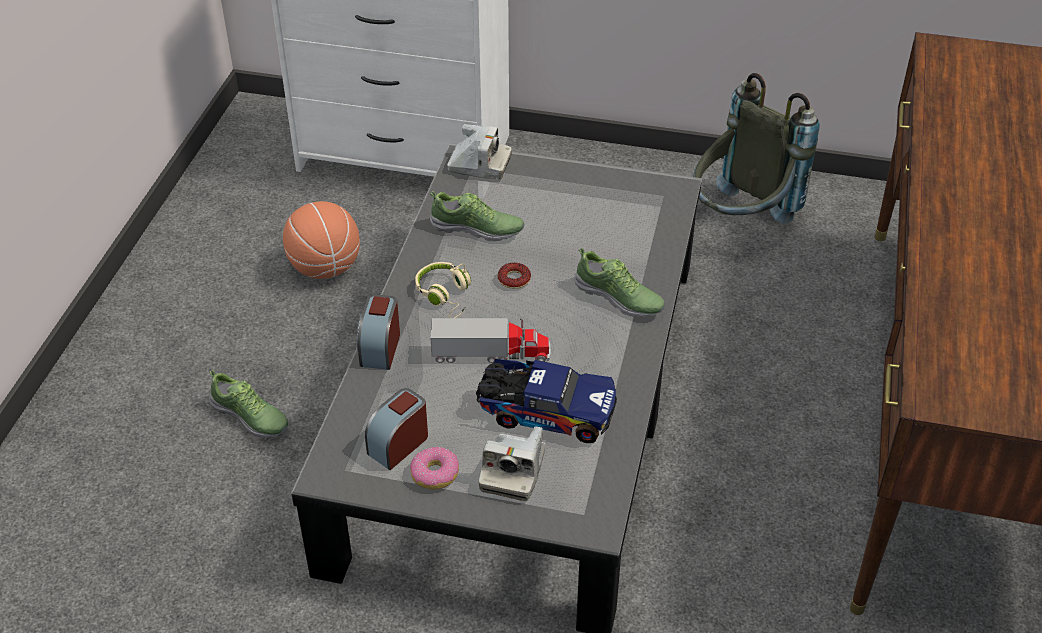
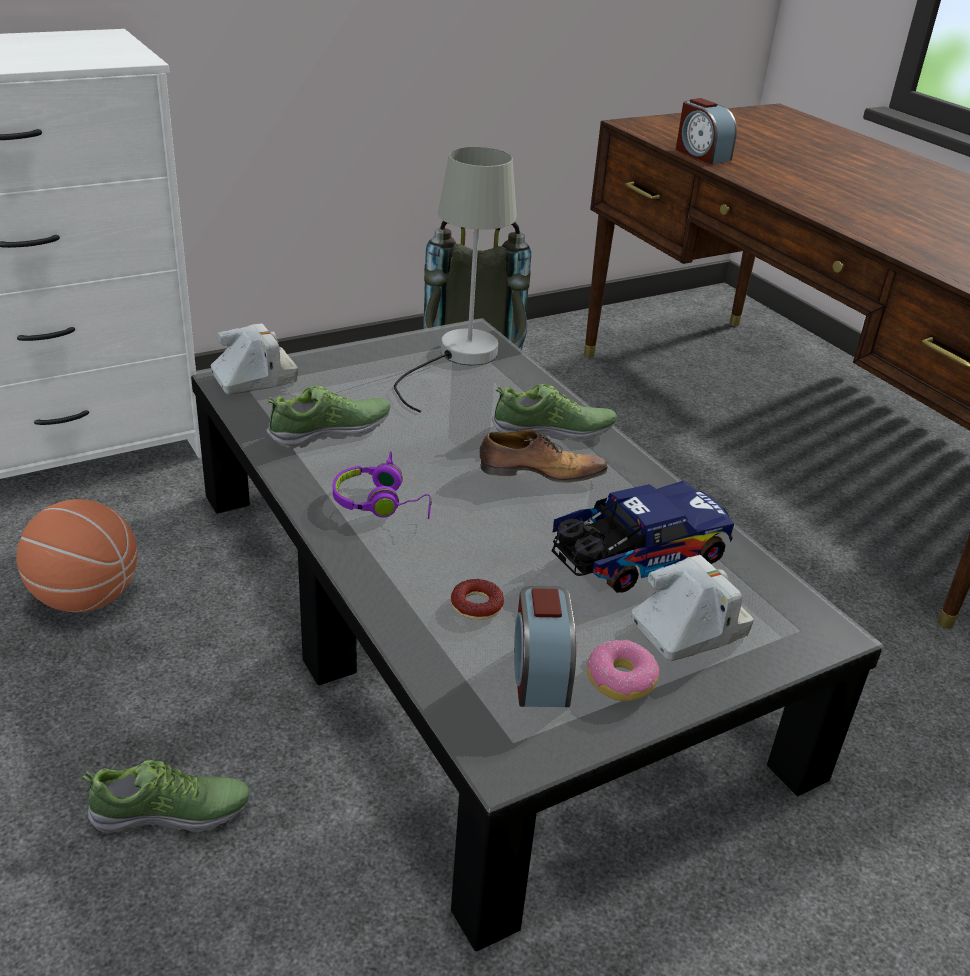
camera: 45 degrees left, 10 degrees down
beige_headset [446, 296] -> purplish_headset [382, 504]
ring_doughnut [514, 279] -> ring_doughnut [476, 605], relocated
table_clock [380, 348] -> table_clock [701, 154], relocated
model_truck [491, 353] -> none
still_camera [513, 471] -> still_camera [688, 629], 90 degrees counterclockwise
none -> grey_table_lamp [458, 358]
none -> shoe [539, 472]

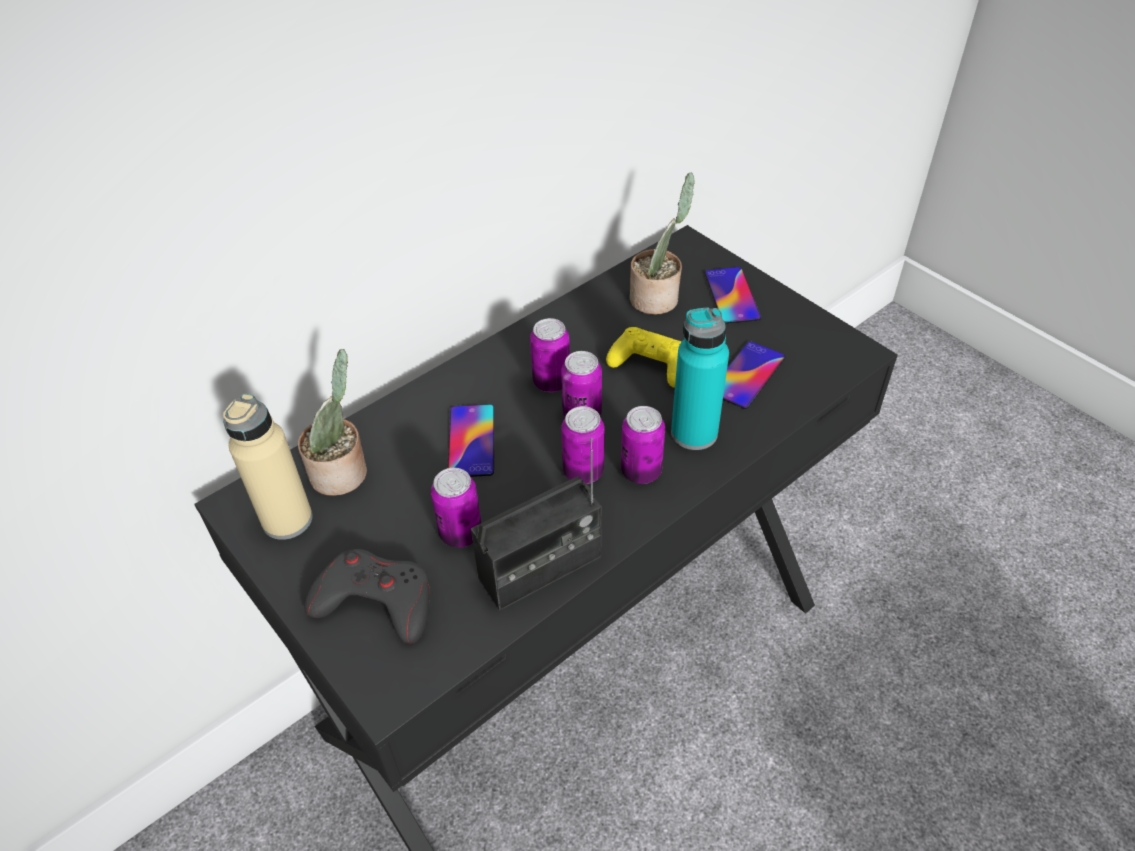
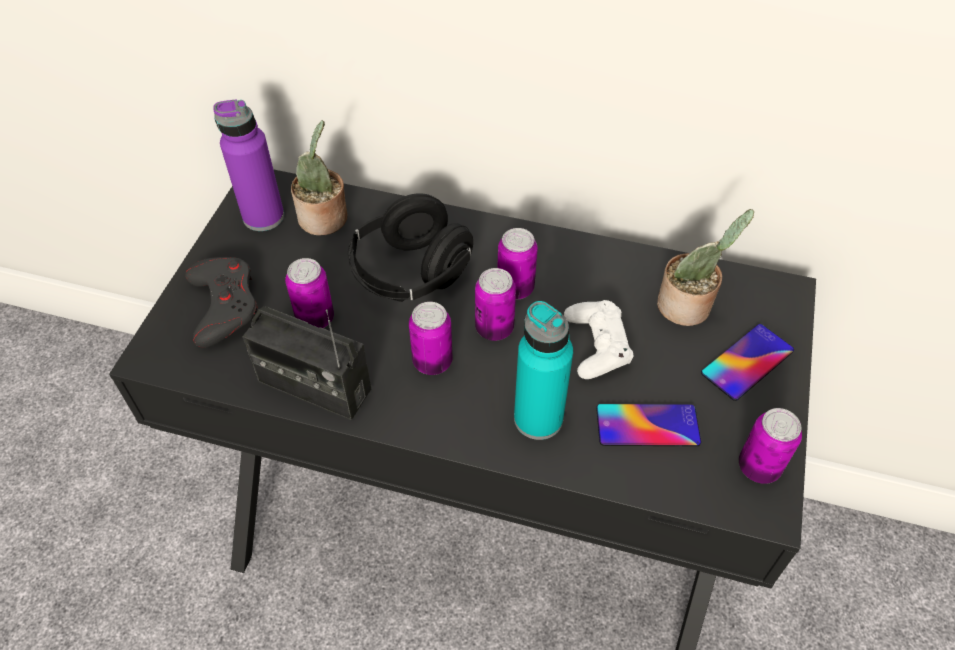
camera: 55 degrees right, 5 degrees up
yellow-coloured_game_controller [651, 364] -> whitish_game_controller [597, 345]
beige_drink_bottle [287, 519] -> purplish_drink_bottle [263, 216]
telephone [471, 441] -> black_headset [411, 273]
sealed_can [641, 471] -> sealed_can [758, 467], relocated

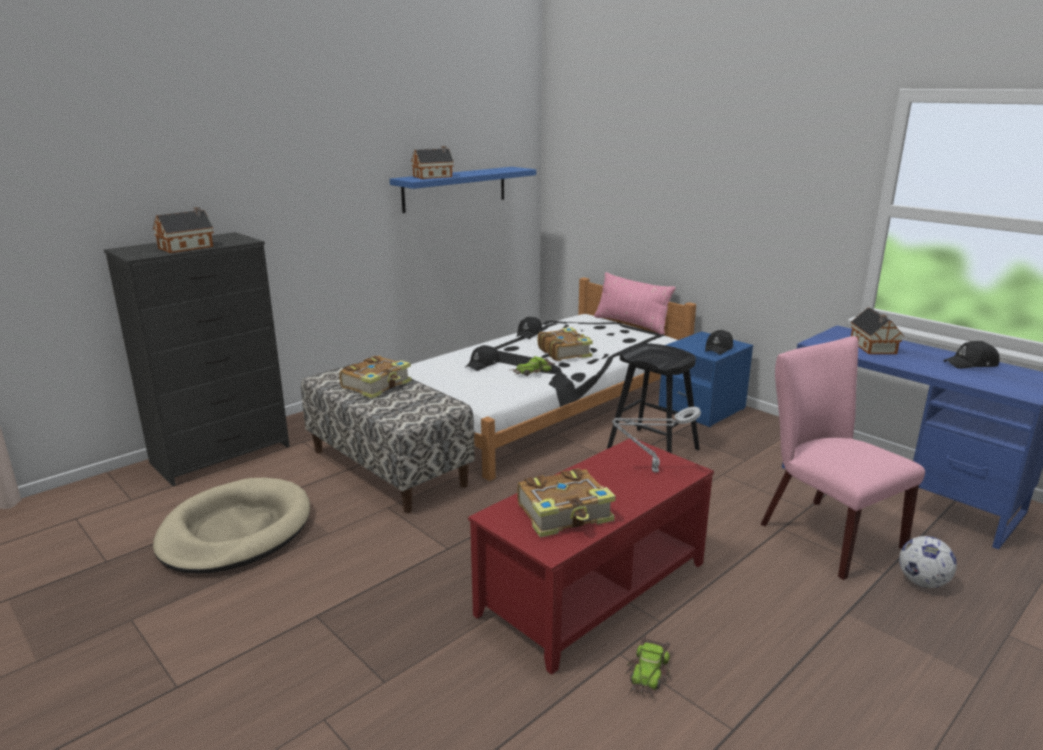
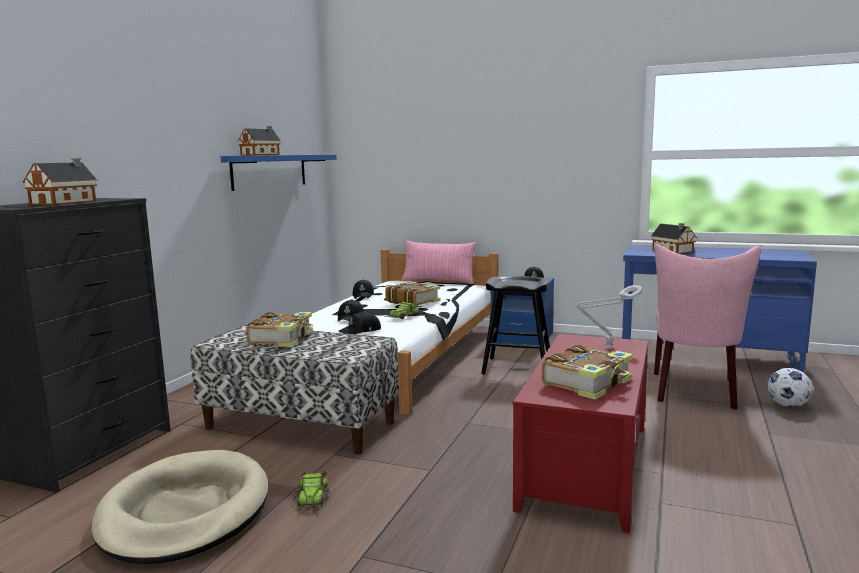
camera: 25 degrees left, 10 degrees down
pinkish_chair [822, 532] -> pinkish_chair [695, 392], 105 degrees counterclockwise
black_cap [971, 364] -> black_cap [361, 331], relocated
toy_car [649, 673] -> toy_car [312, 497], relocated

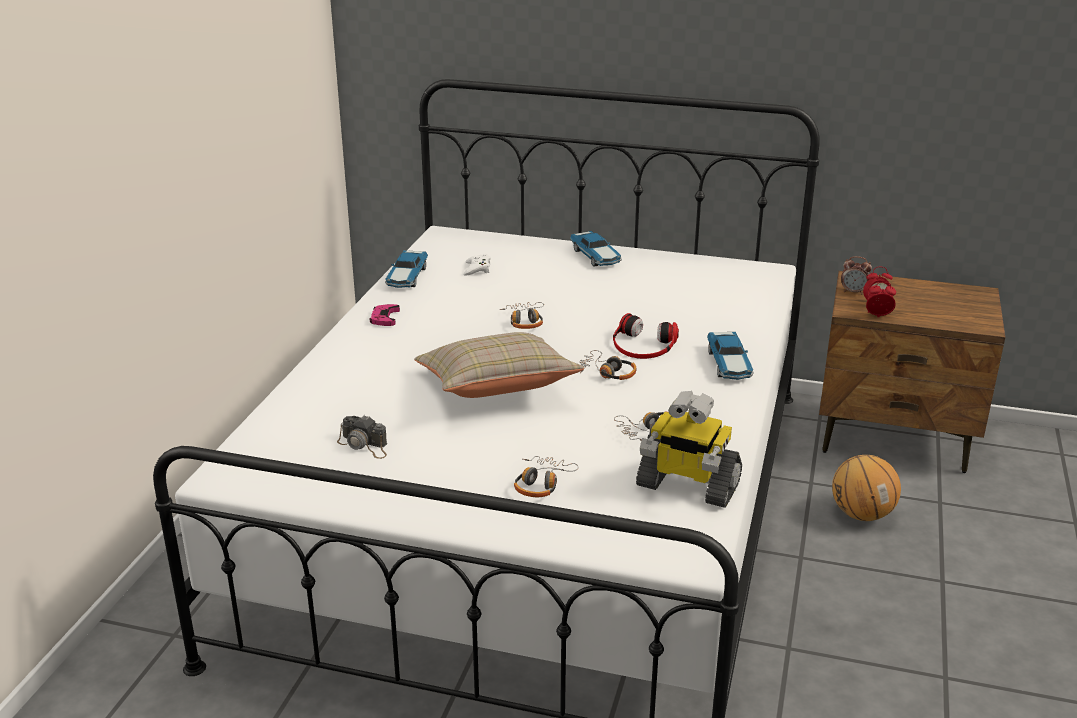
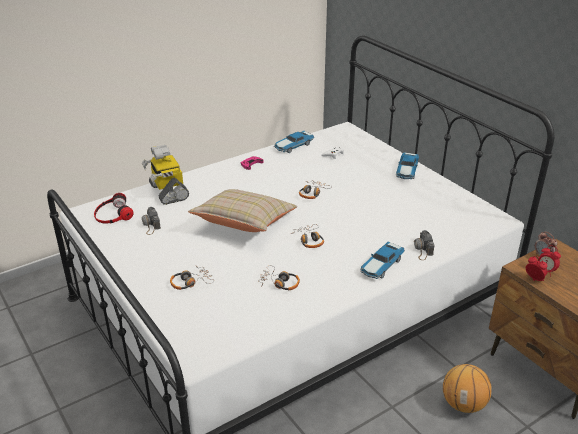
camera: 40 degrees right, 5 degrees up
headset [643, 345] -> headset [112, 214], relocated
robot_figure [687, 485] -> robot_figure [167, 192], relocated
none -> still_camera [422, 249]

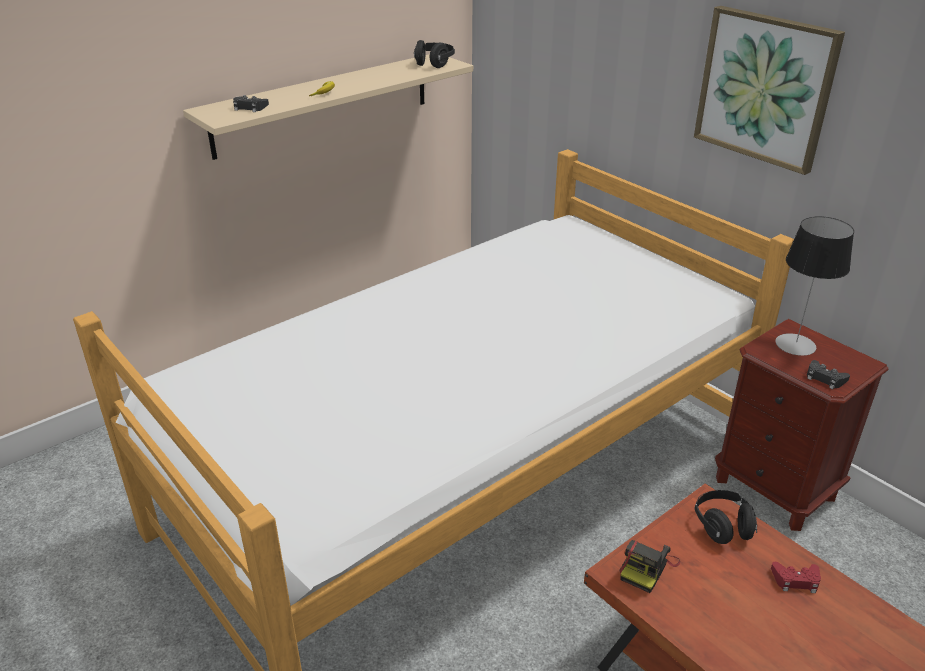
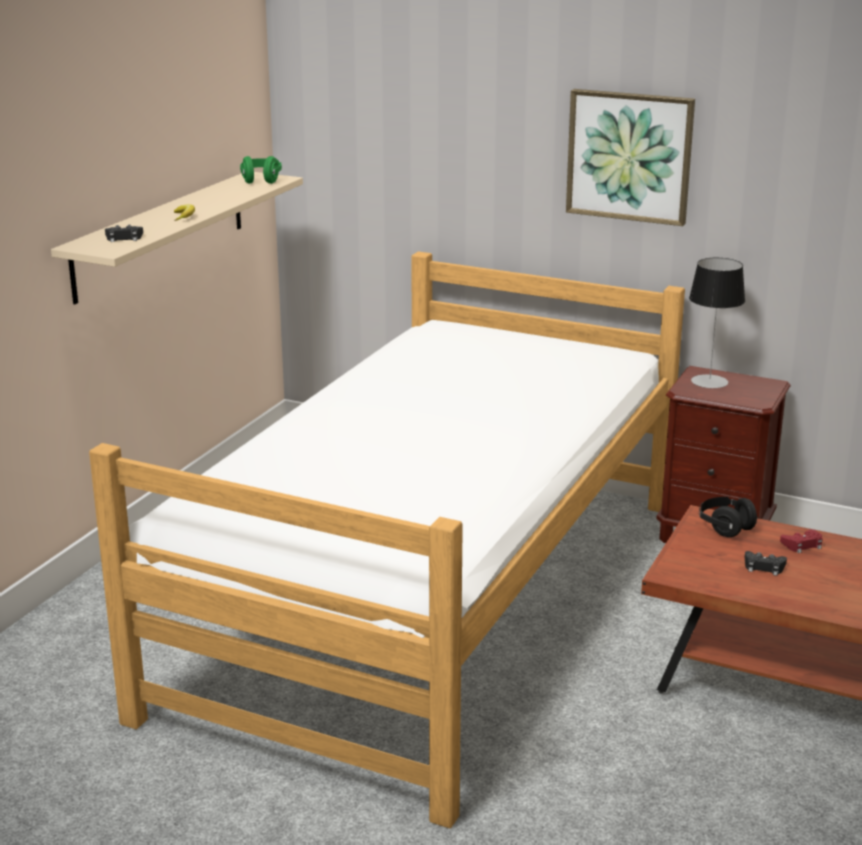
camera: 25 degrees left, 10 degrees down
black_headset [434, 64] -> green_headset [261, 180]
black_game_controller [825, 378] -> black_game_controller [764, 567], relocated
still_camera [647, 567] -> none

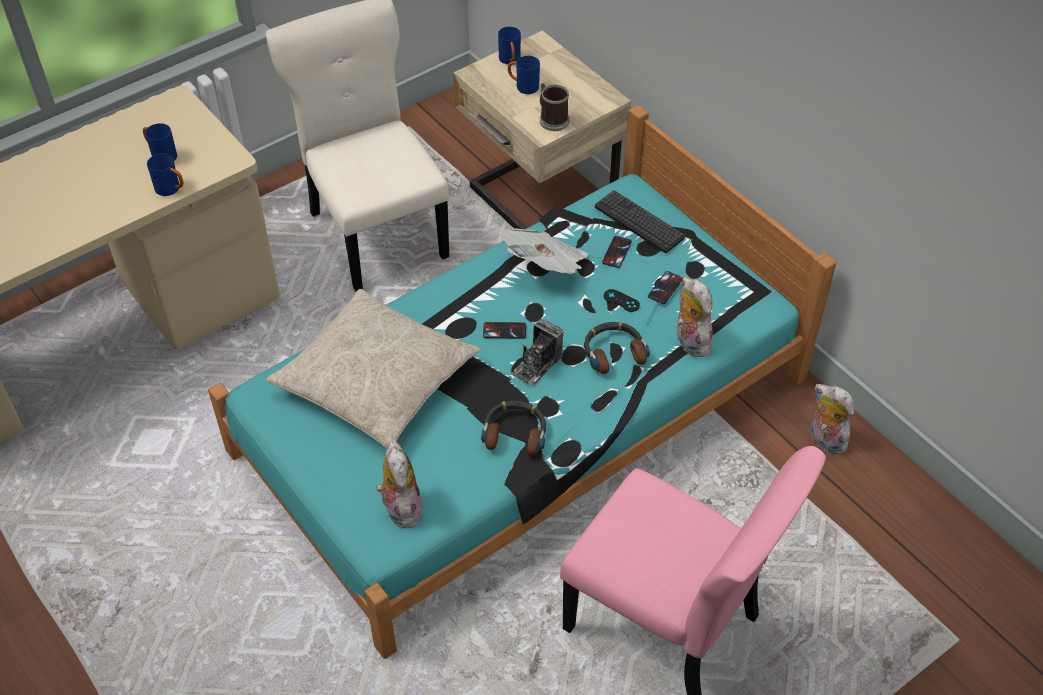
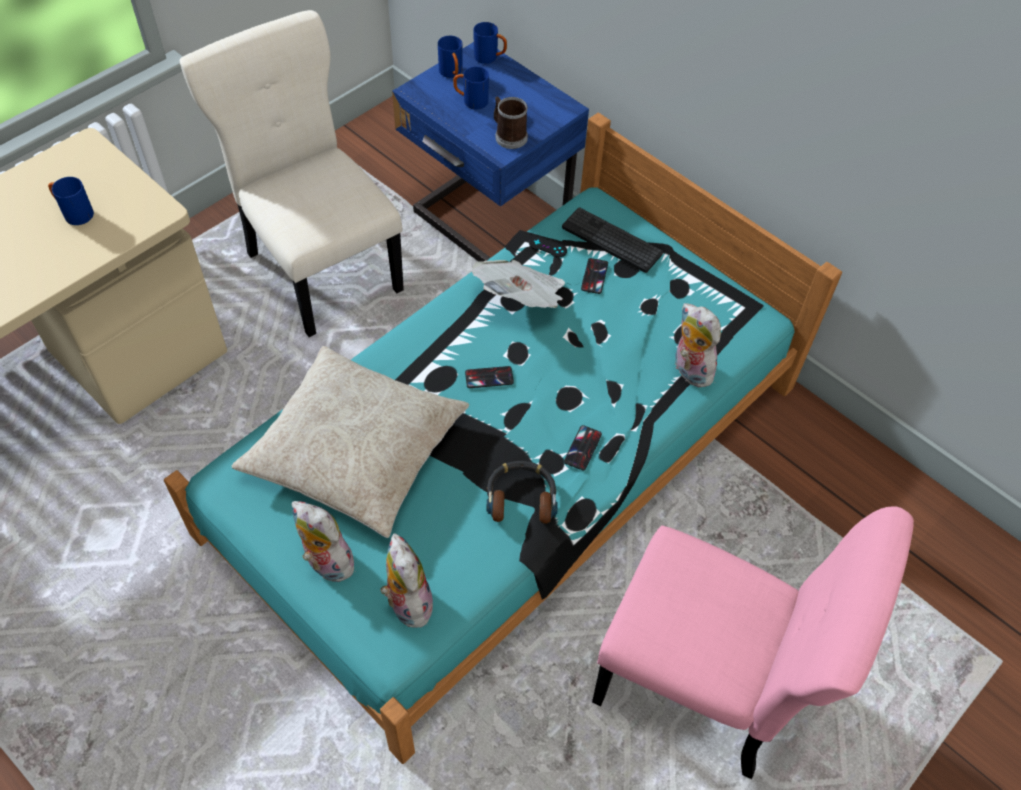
camera: 10 degrees left, 5 degrees up
beige_night_table [539, 204] -> blue_night_table [488, 224]
blue_tea_mug [171, 189] -> blue_tea_mug [490, 58], relocated
telephone [665, 288] -> telephone [583, 448], relocated
black_game_controller [621, 300] -> black_game_controller [548, 247], relocated
still_camera [537, 365] -> none
headset [613, 352] -> none
plush_toy [824, 440] -> plush_toy [326, 563], relocated

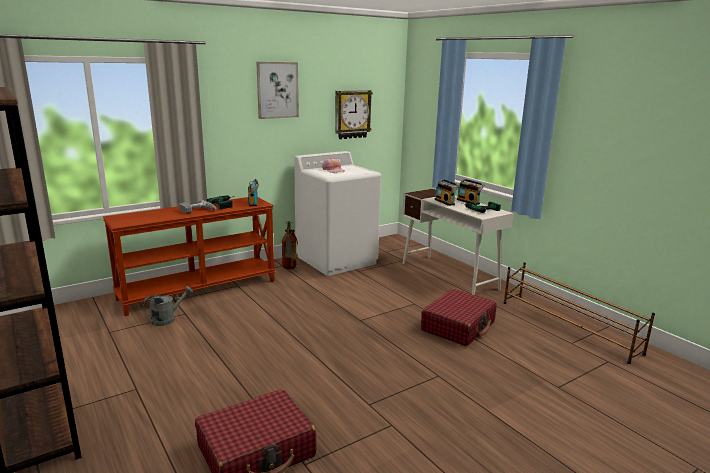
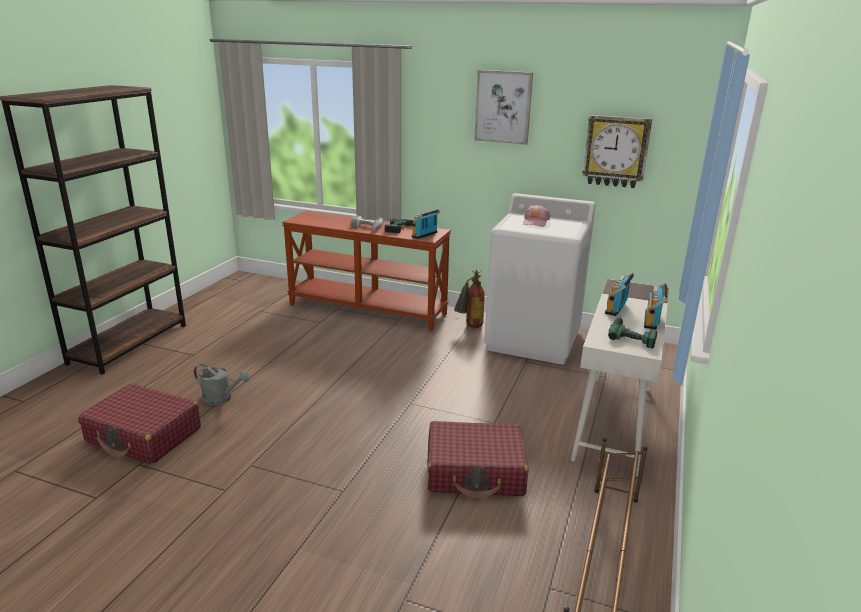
camera: 55 degrees right, 5 degrees up
grey_watering_pot [167, 319] -> grey_watering_pot [222, 399], relocated

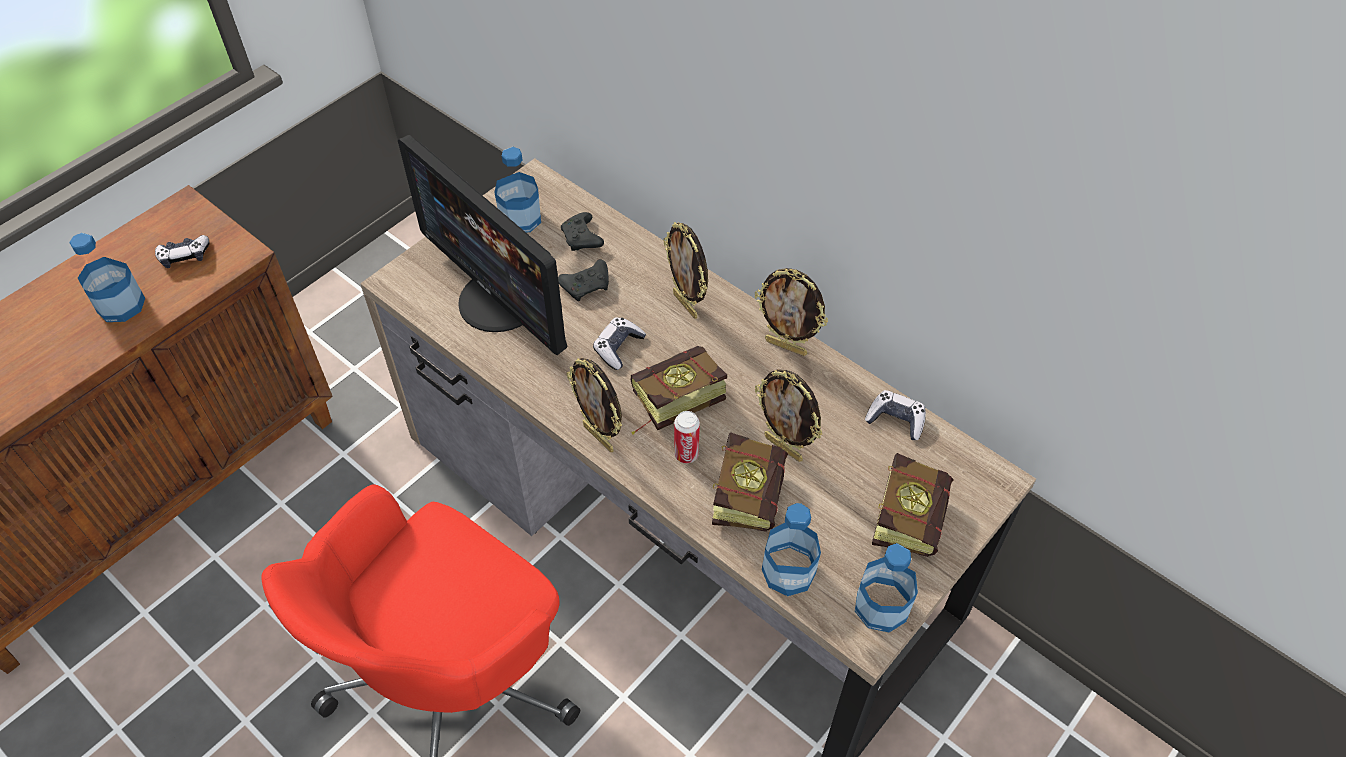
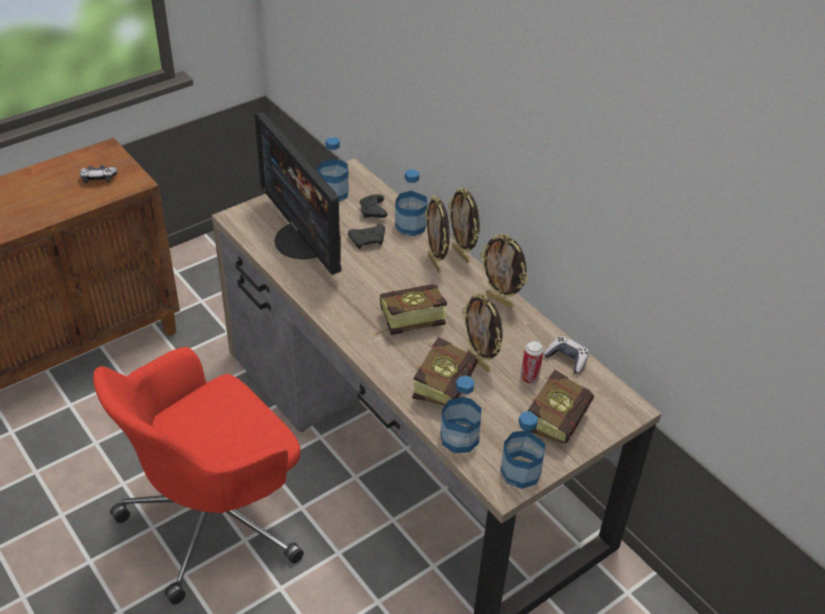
camera: 10 degrees right, 10 degrees down
drink_bottle [121, 305] -> drink_bottle [410, 226], relocated
game_controller [618, 348] -> none
picture_frame [599, 437] -> picture_frame [461, 254], relocated
sealed_can [686, 454] -> sealed_can [529, 378], relocated

